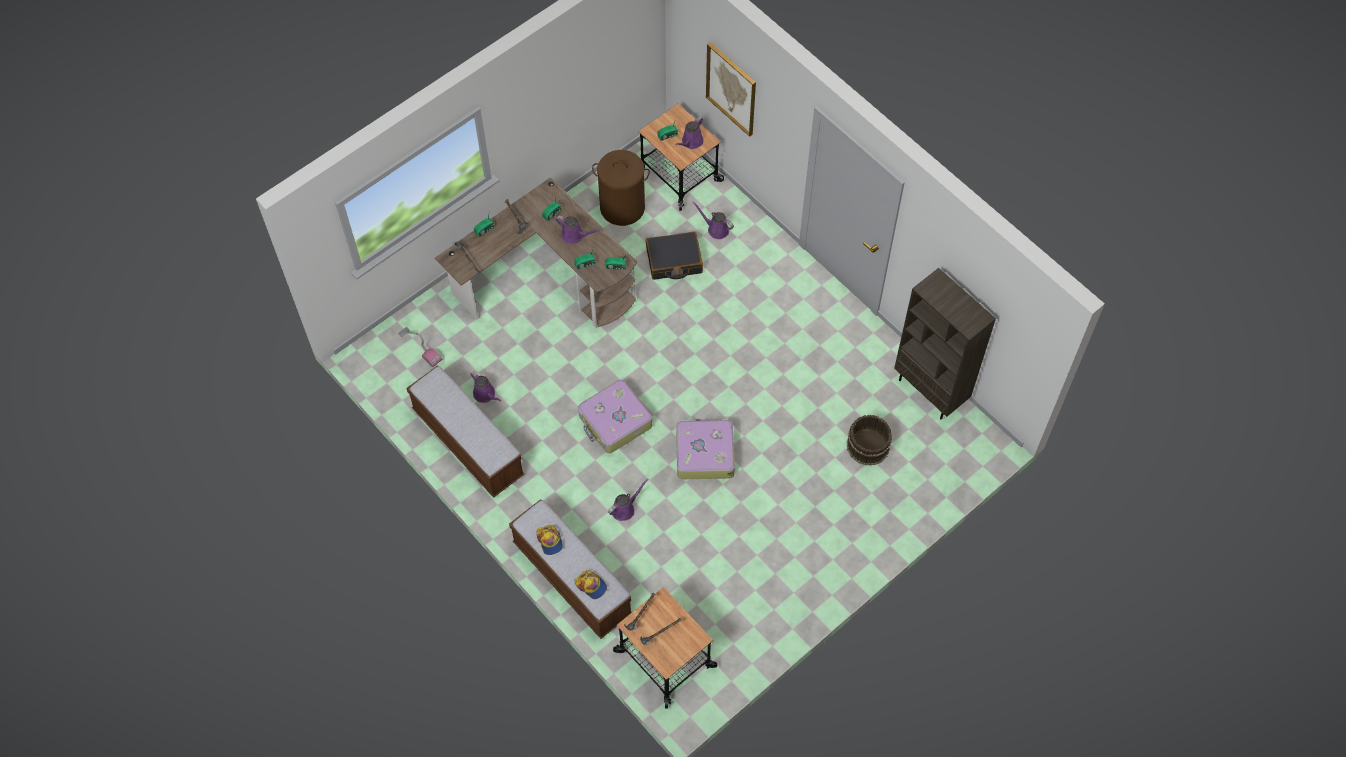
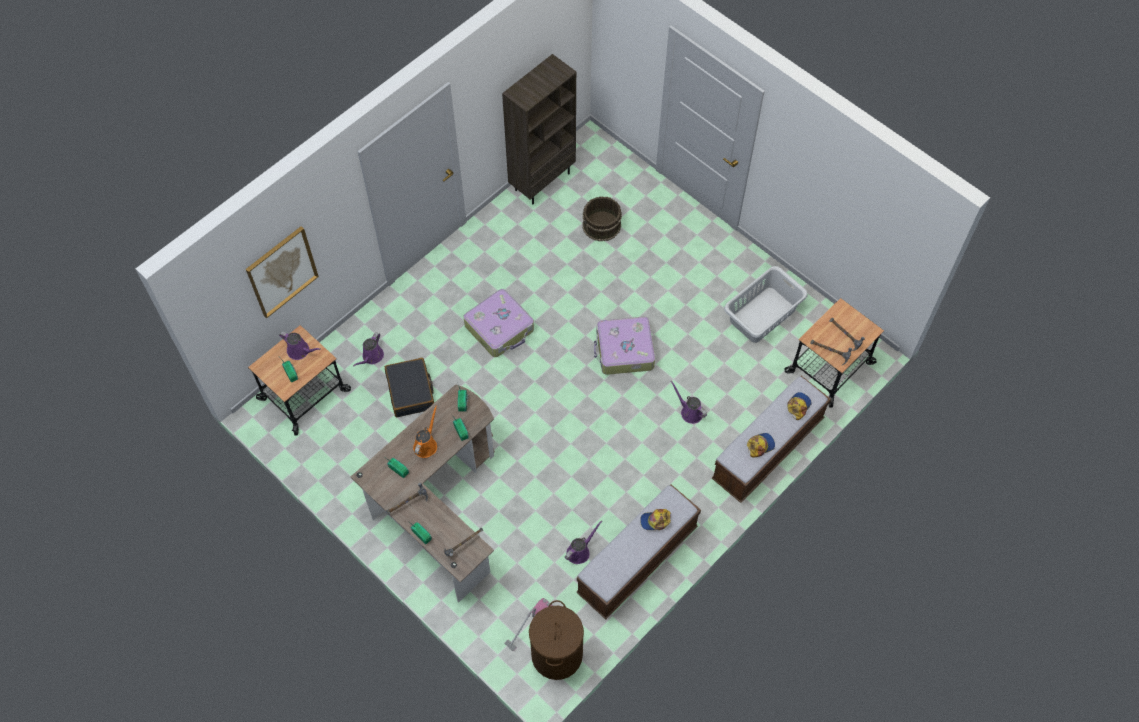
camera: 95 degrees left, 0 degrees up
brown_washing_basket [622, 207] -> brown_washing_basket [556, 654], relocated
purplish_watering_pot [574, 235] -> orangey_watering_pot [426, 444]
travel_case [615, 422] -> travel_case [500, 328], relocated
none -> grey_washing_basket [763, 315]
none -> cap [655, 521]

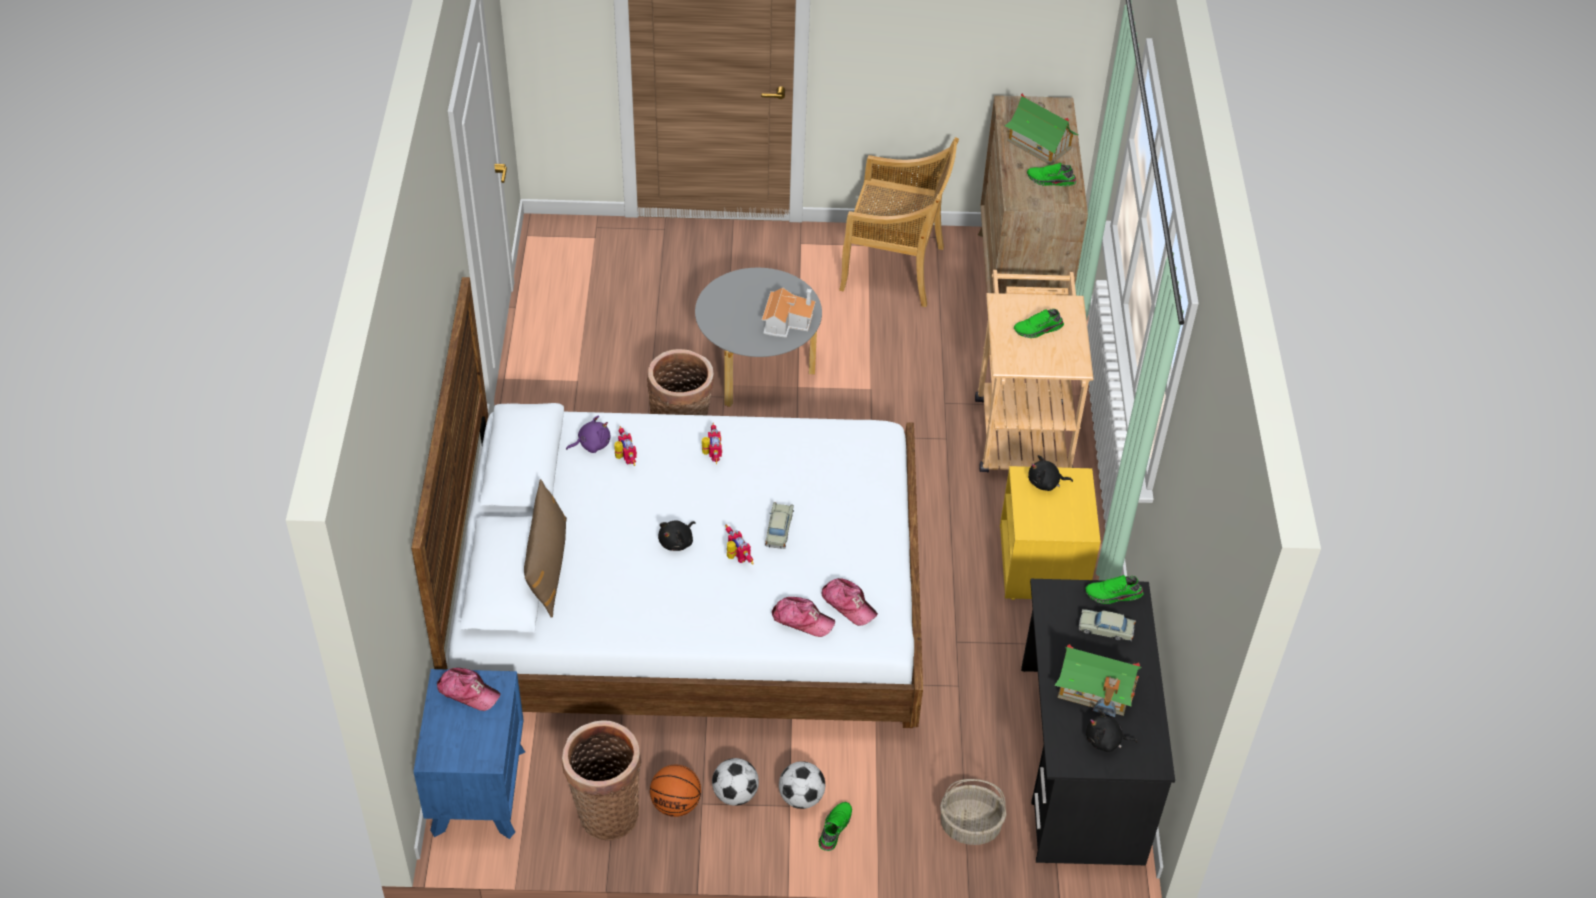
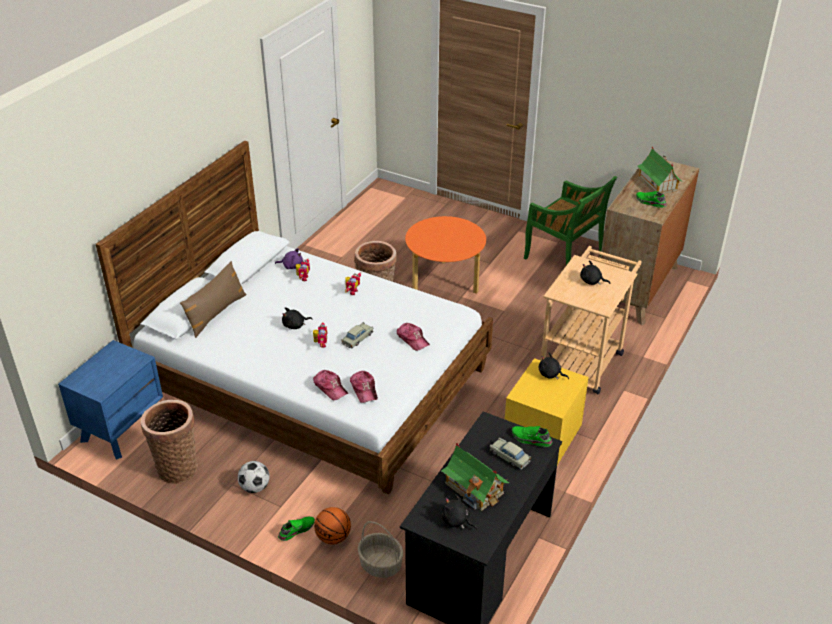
camera: 30 degrees right, 10 degrees down
beige_chair [894, 269] -> green_chair [565, 258]
grey_coffee_table [757, 370] -> orangey_coffee_table [444, 282]
model_house [787, 321] -> none
green_shoe [1038, 330] -> black_plush_toy [592, 281]
cap [468, 692] -> cap [412, 339], relocated
ball_for_football [801, 797] -> none
basketball [675, 804] -> basketball [333, 537], relocated

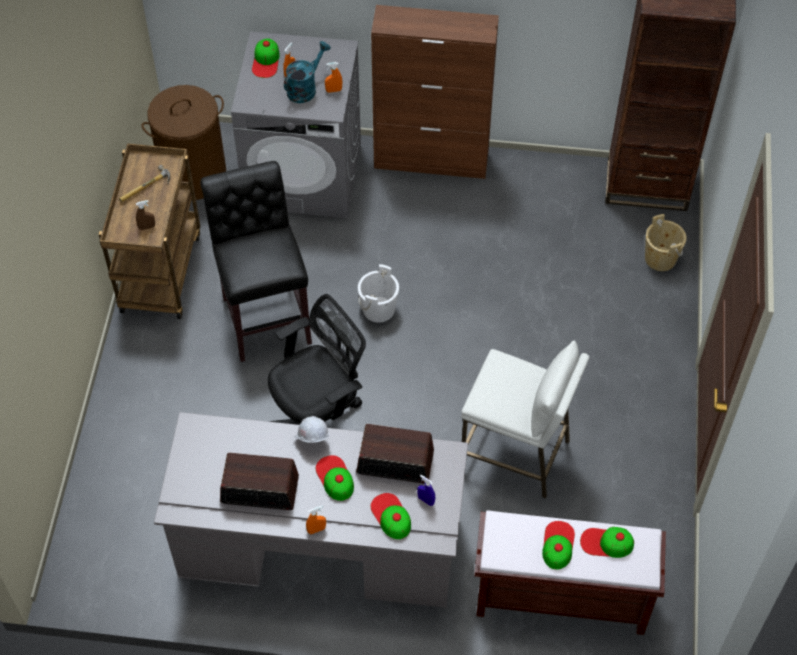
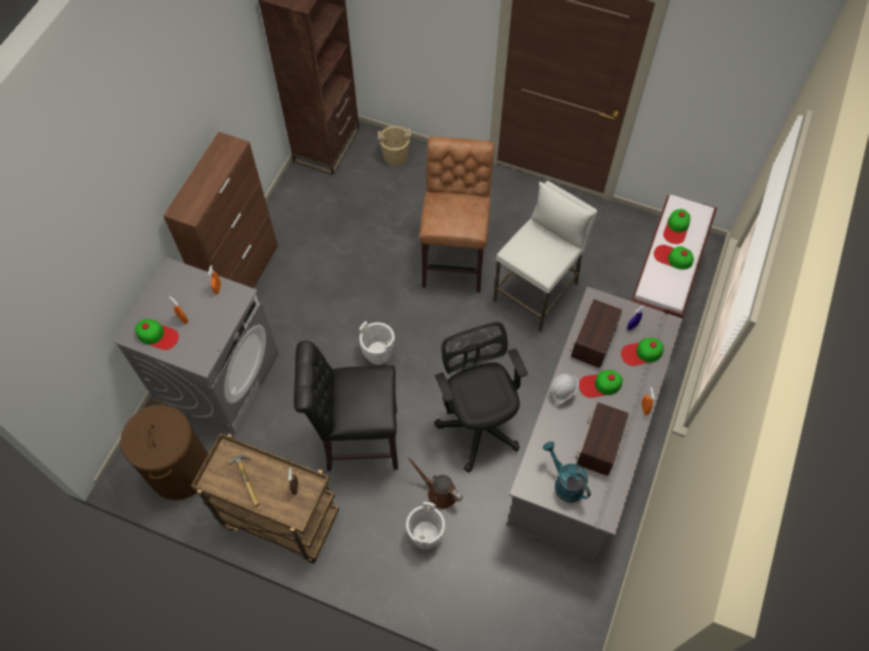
camera: 75 degrees left, 5 degrees up
turquoise_watering_pot [305, 88] -> turquoise_watering_pot [564, 483], relocated
none -> brown_stool_seat [454, 259]
none -> brown_watering_pot [439, 492]
none -> whitish_water_bucket [425, 534]

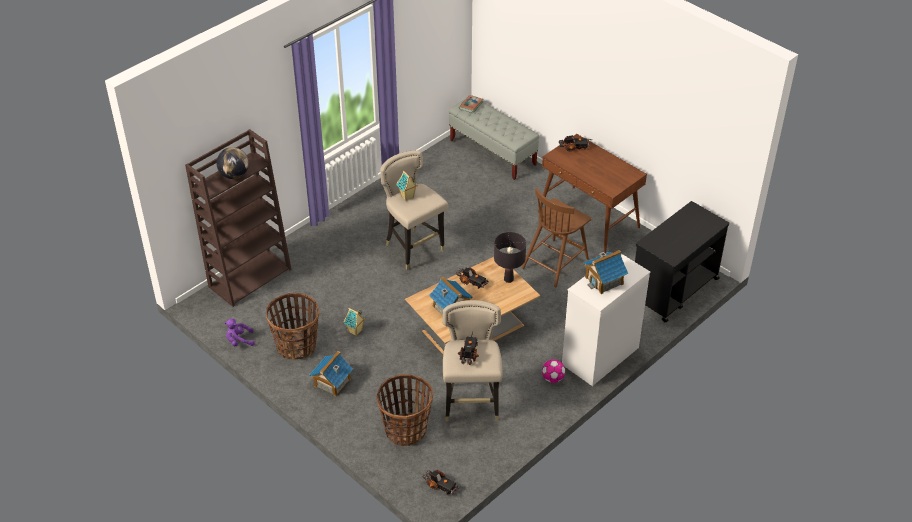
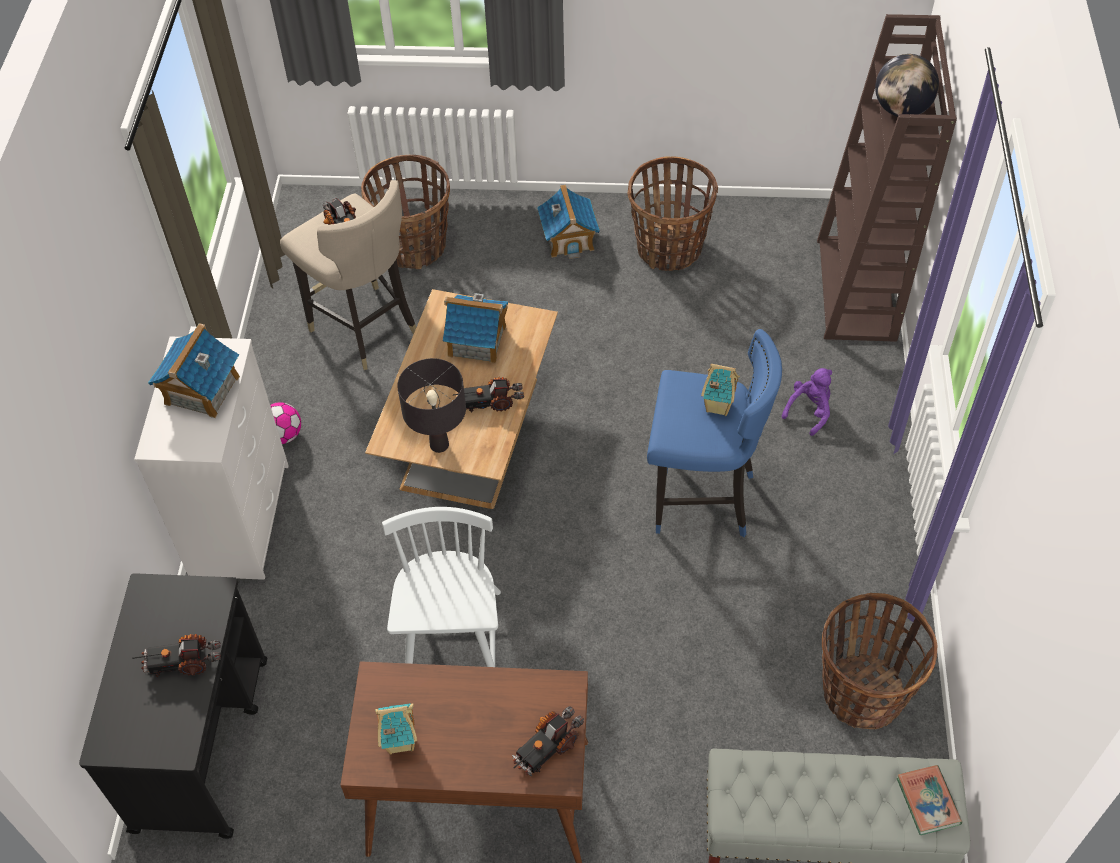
camera: 140 degrees right, 10 degrees up
beige_stool_seat [414, 249] -> blue_stool_seat [701, 500]
brown_chair [555, 262] -> whitish_chair [454, 647]
model_house [355, 331] -> model_house [399, 741], relocated
purplish_plush_toy [239, 341] -> purplish_plush_toy [809, 411], relocated
model_truck [440, 486] -> model_truck [183, 662], relocated
none -> storage_basket [862, 692]

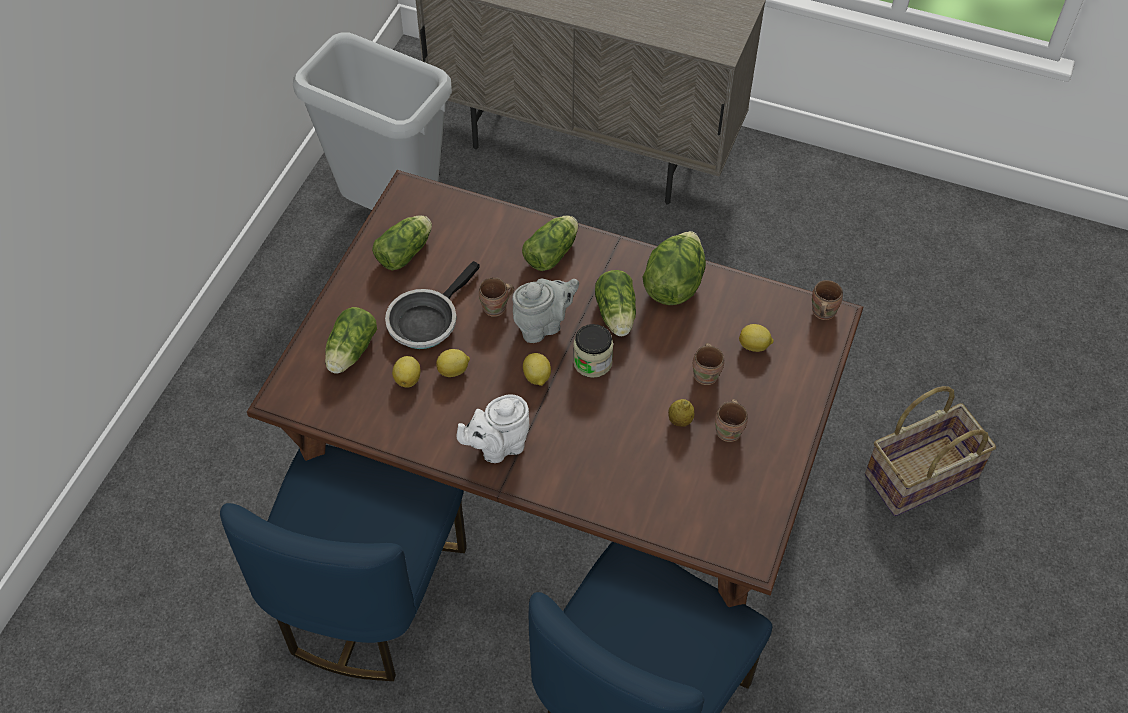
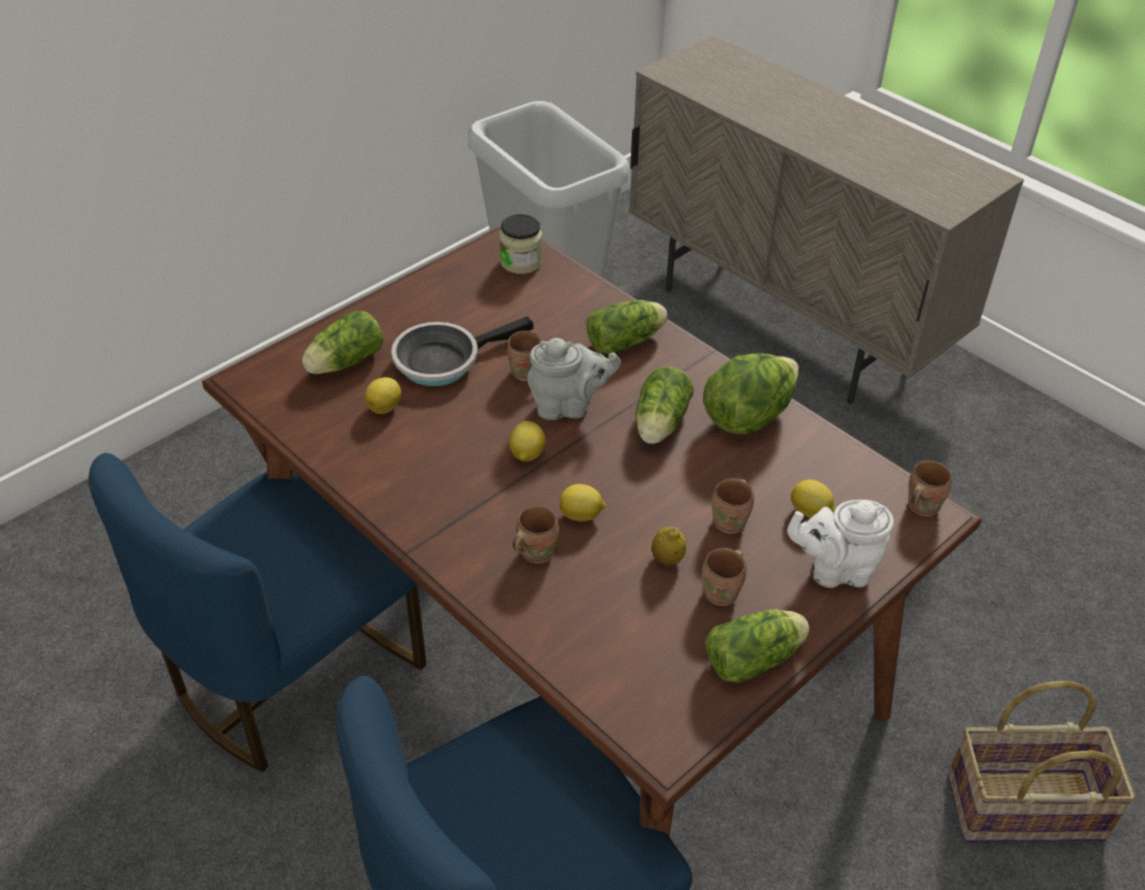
camera: 25 degrees right, 10 degrees down
lettuce [406, 251] -> lettuce [756, 658], relocated
storage_jar [592, 362] -> storage_jar [521, 262], relocated
lemon [454, 371] -> lemon [581, 515], relocated
whitish_pot_for_tea [498, 446] -> whitish_pot_for_tea [835, 570], relocated
none -> brown_tea_mug [534, 552]

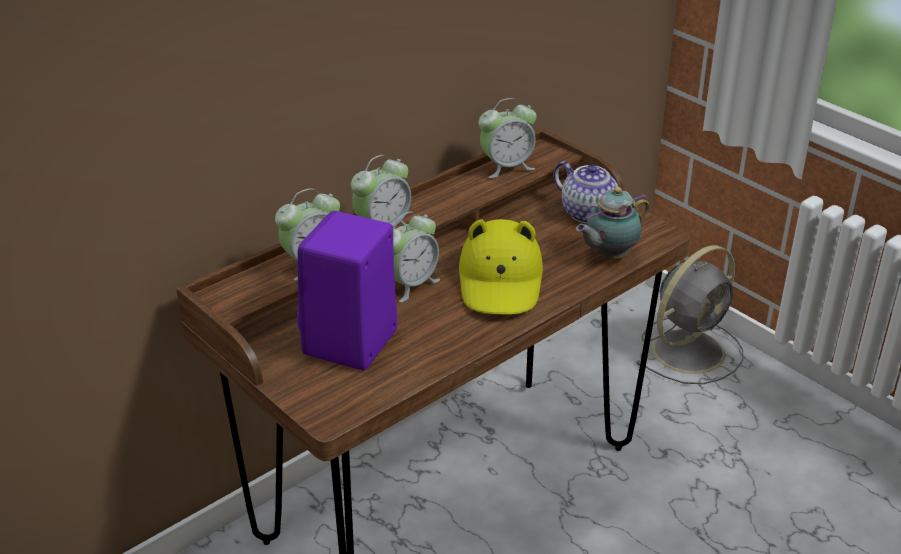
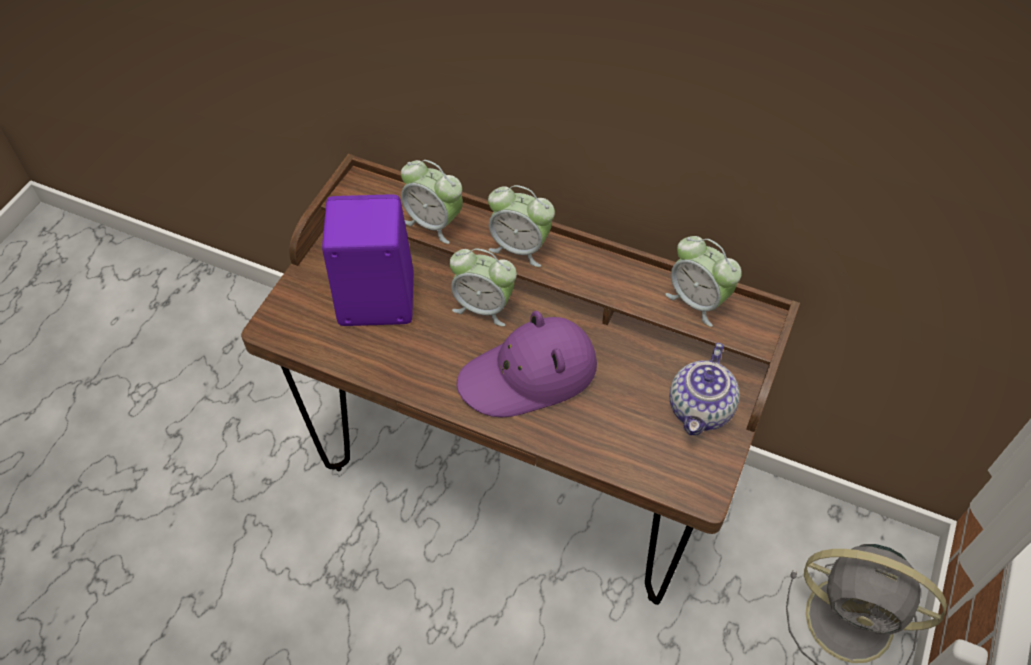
camera: 65 degrees right, 20 degrees up
pot_for_tea [608, 256] -> none
yellow-coloured_hat [501, 281] -> purplish_hat [529, 375]

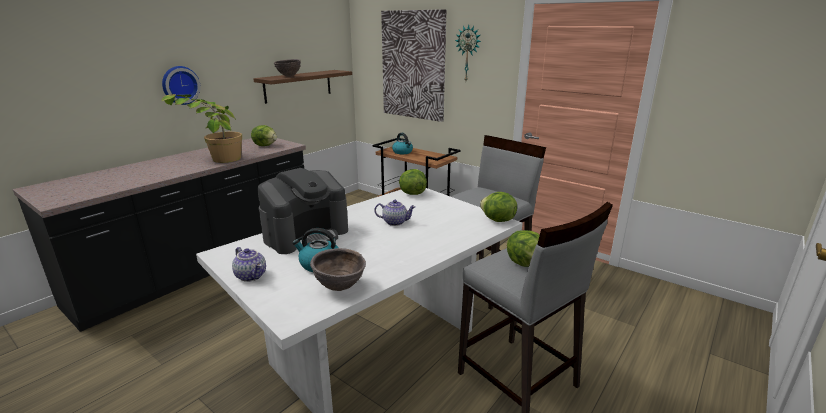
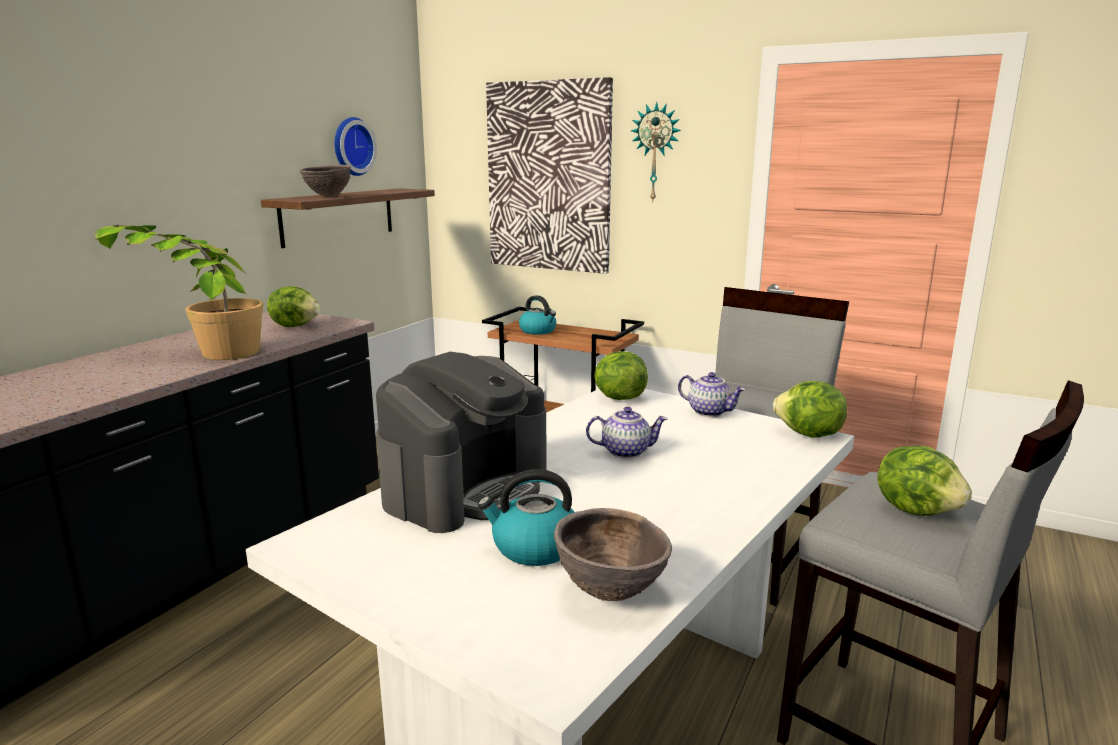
camera: 10 degrees left, 5 degrees down
wall_clock [180, 85] -> wall_clock [351, 146], relocated
pot_for_tea [252, 276] -> pot_for_tea [710, 412], relocated

